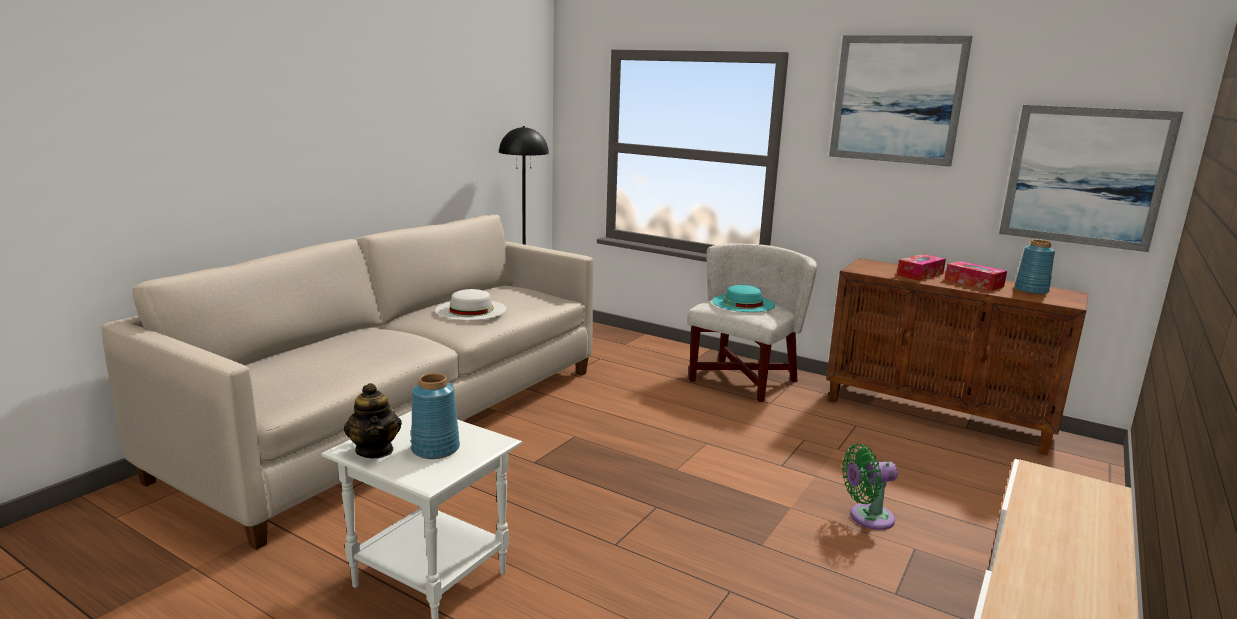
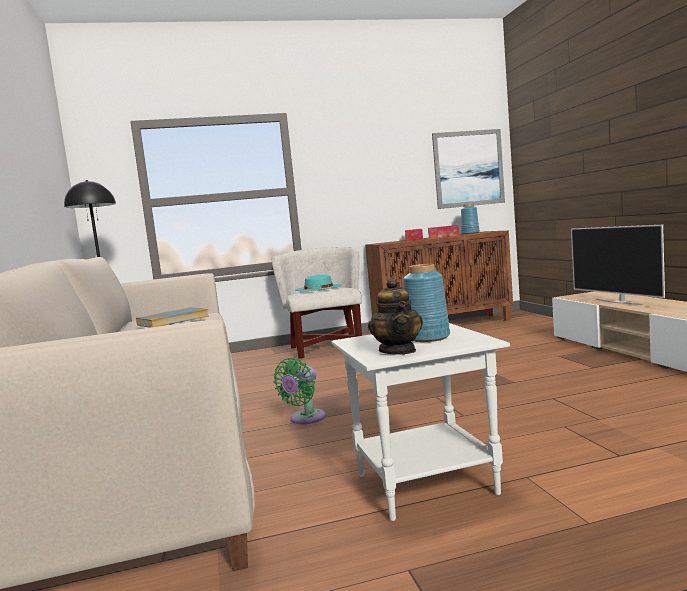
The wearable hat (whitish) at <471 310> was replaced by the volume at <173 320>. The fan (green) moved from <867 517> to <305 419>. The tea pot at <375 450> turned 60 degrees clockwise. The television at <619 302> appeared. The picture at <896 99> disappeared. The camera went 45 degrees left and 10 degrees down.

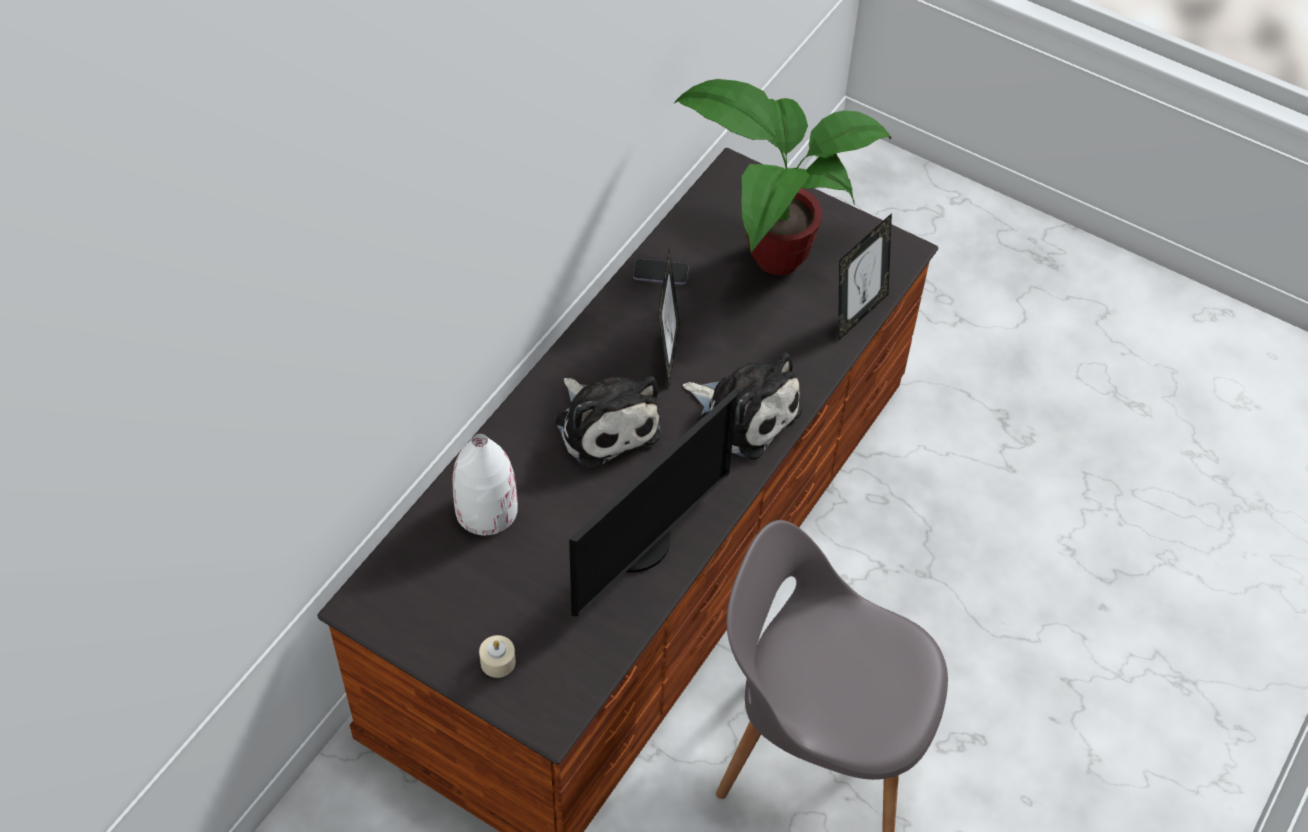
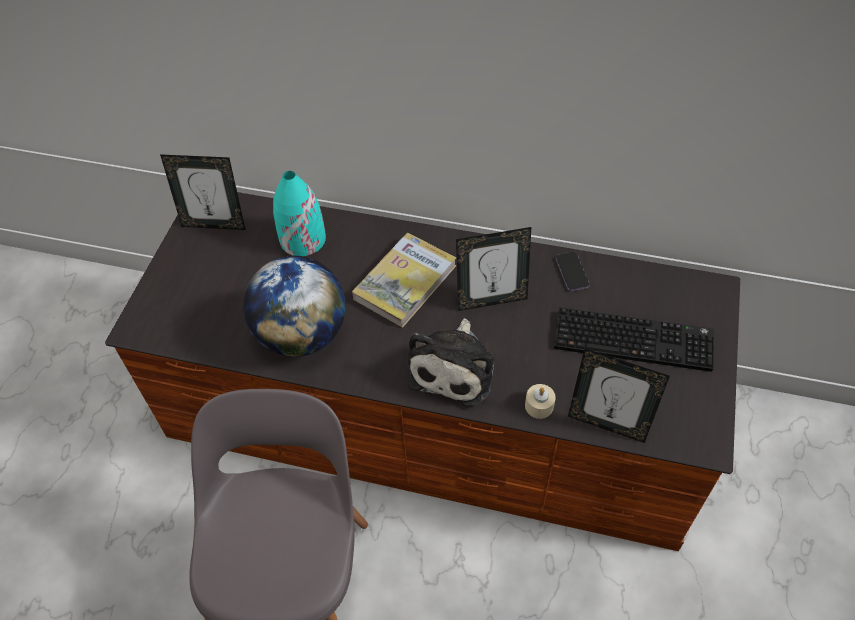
The standing frame at <214 224> appeared. The computer display at <638 544> was replaced by the world globe at <302 334>. The decorative vase (whitish) at <485 510> became the decorative vase (turquoise-coloured) at <302 239>. The soft toy at <605 424> was replaced by the volume at <405 282>. The wax light (sand-coloured) moved from <498 662> to <539 406>. The plant in a pot at <768 255> was replaced by the keyboard at <635 339>. The camera went 75 degrees right and 0 degrees up.

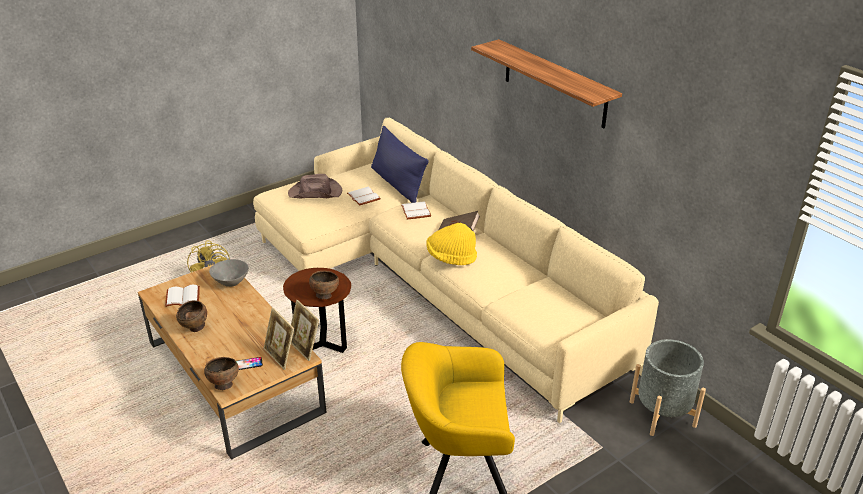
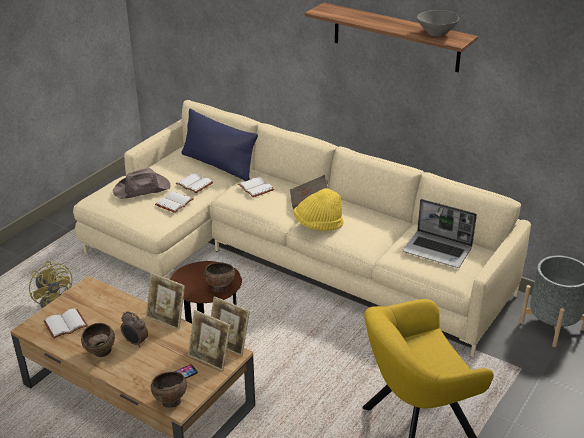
The table clock at <135 342> appeared. The standing frame at <167 319> appeared. The volume (whitish) at <174 202> appeared. The portable computer at <438 250> appeared. The bowl (greyish) moved from <230 282> to <436 33>. The camera went 20 degrees left and 0 degrees up.

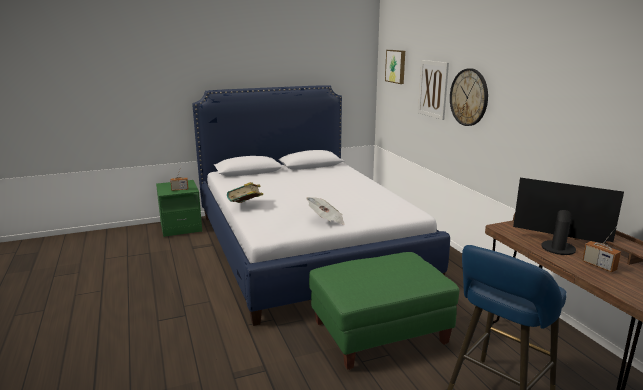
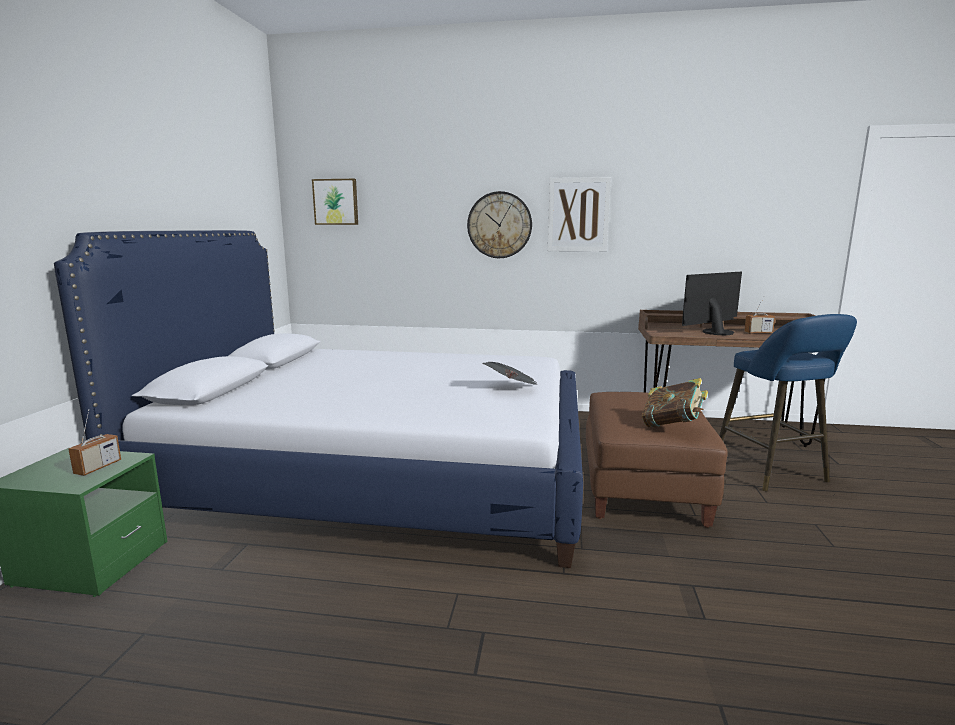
The picture moved from <433 89> to <578 215>. The footrest (green) at <379 333> became the footrest (brown) at <642 490>. The volume moved from <245 206> to <672 426>. The camera went 60 degrees left and 5 degrees down.

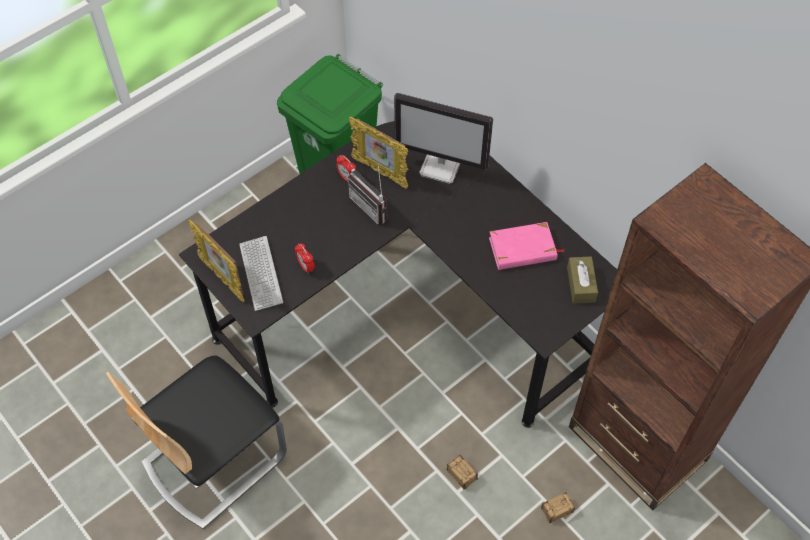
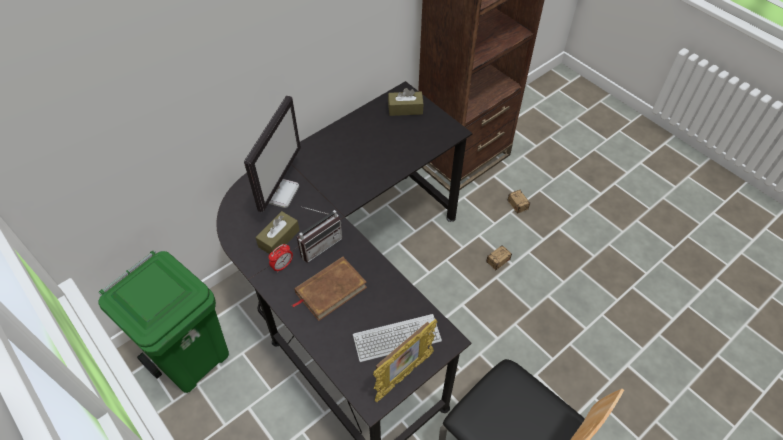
The standing frame at <380 172> was replaced by the box of tissues (brown) at <279 238>. The volume (brown) at <330 290> appeared. The table clock at <305 266> disappeared. The volume (pinkish) at <523 249> disappeared. The camera went 90 degrees left and 5 degrees down.

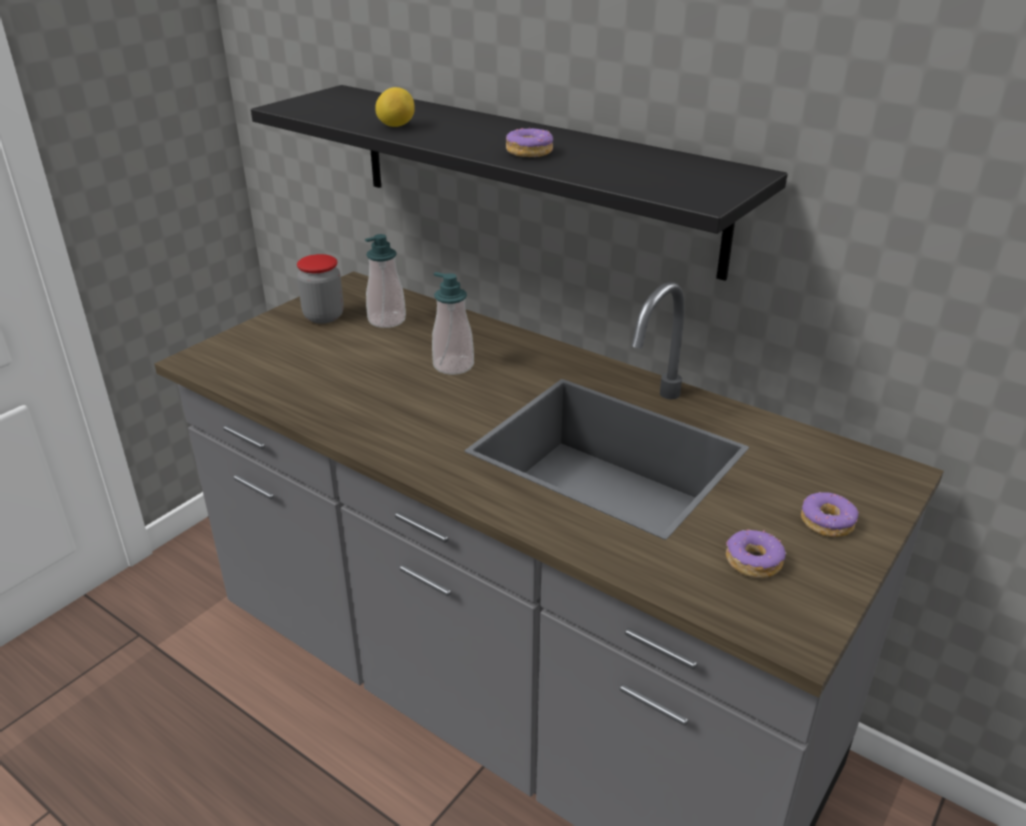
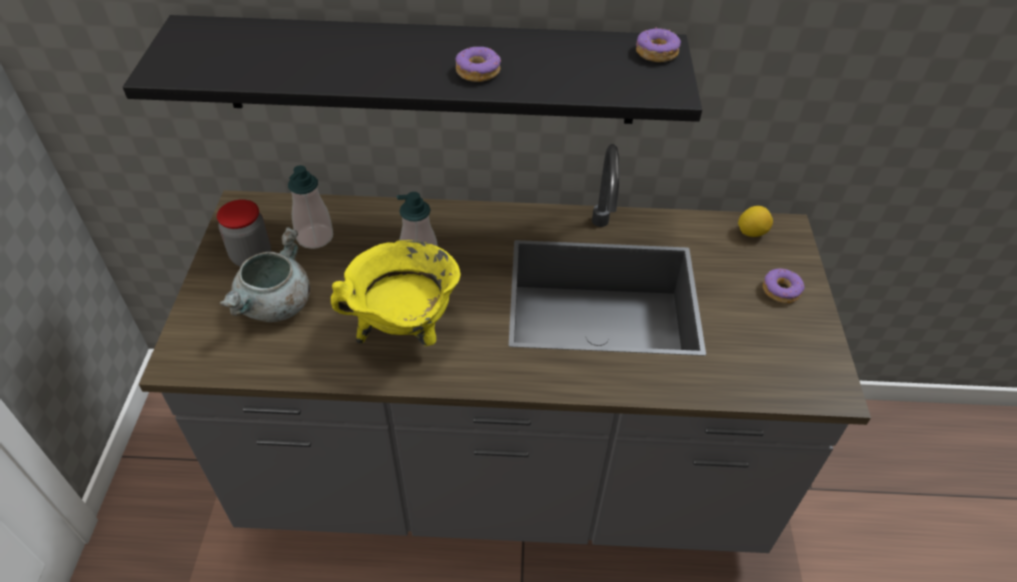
The cooking pot (greyish) at <275 306> appeared. The cooking pot (yellow) at <405 330> appeared. The doughnut moved from <753 561> to <656 53>. The lemon moved from <396 126> to <751 232>. The camera went 35 degrees left and 15 degrees up.

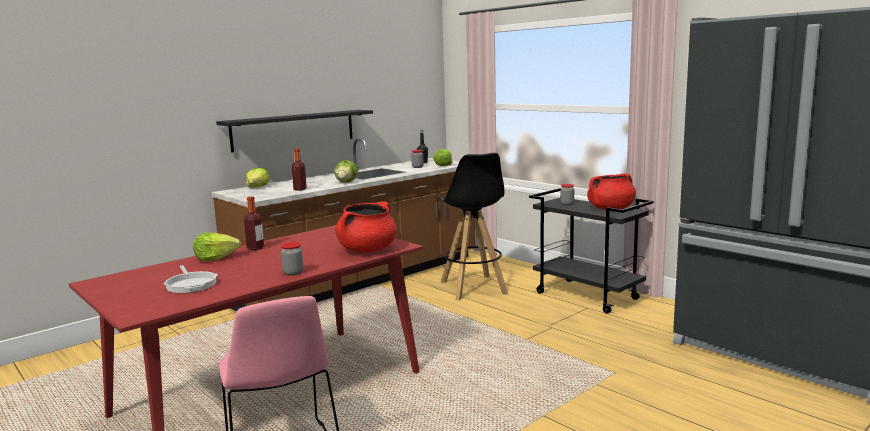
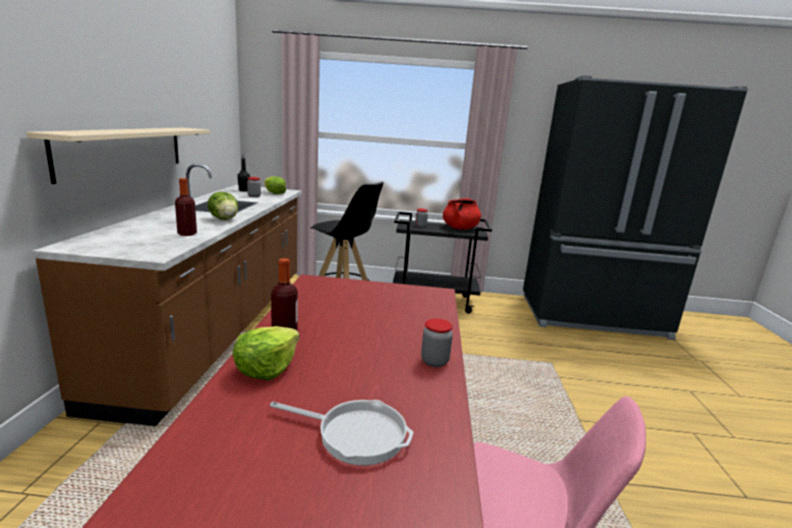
The bracket shelf (black) at <294 130> became the bracket shelf (sand-coloured) at <124 150>. The head of lettuce at <257 187> disappeared. The cooking pot (red) at <367 250> disappeared. The camera went 45 degrees left and 5 degrees up.

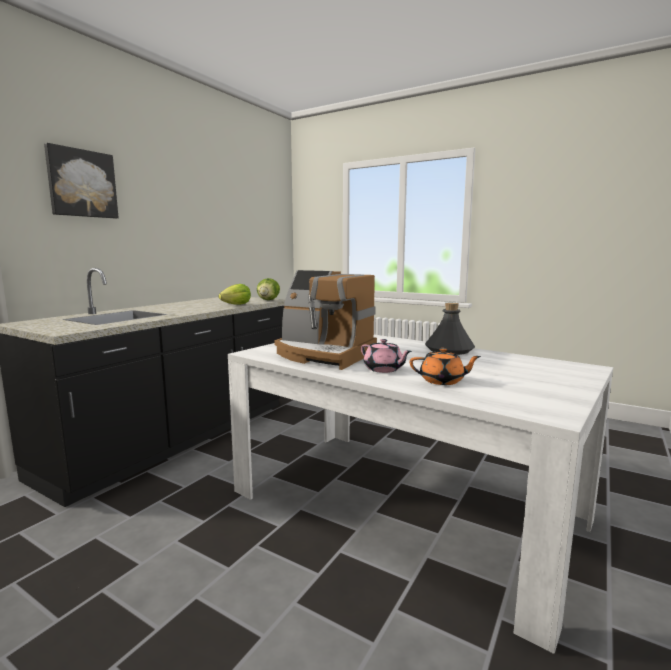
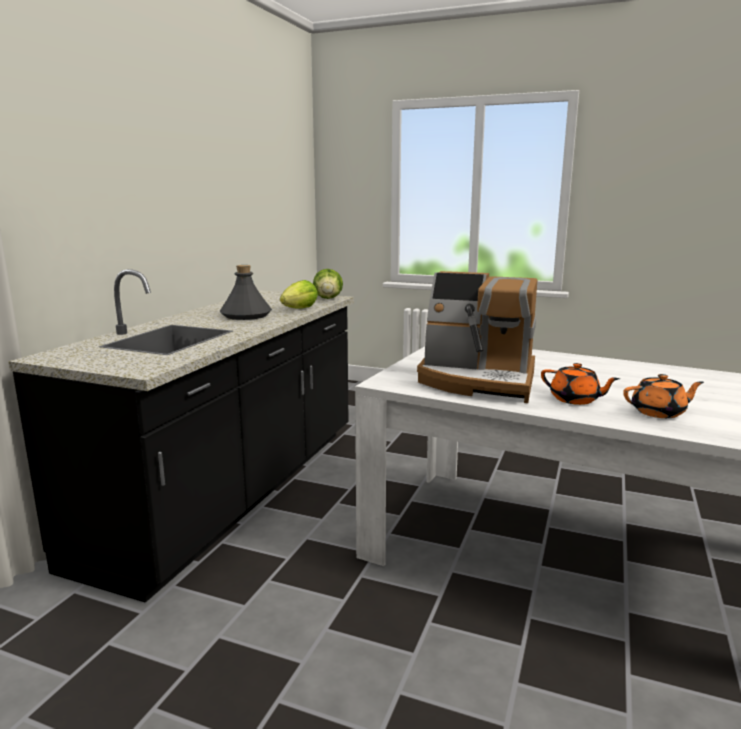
The bottle (greyish) moved from <449 350> to <246 315>. The tea pot (pinkish) at <383 369> became the tea pot (orange-coloured) at <575 400>. The picture at <81 183> disappeared. The camera went 10 degrees left and 5 degrees up.

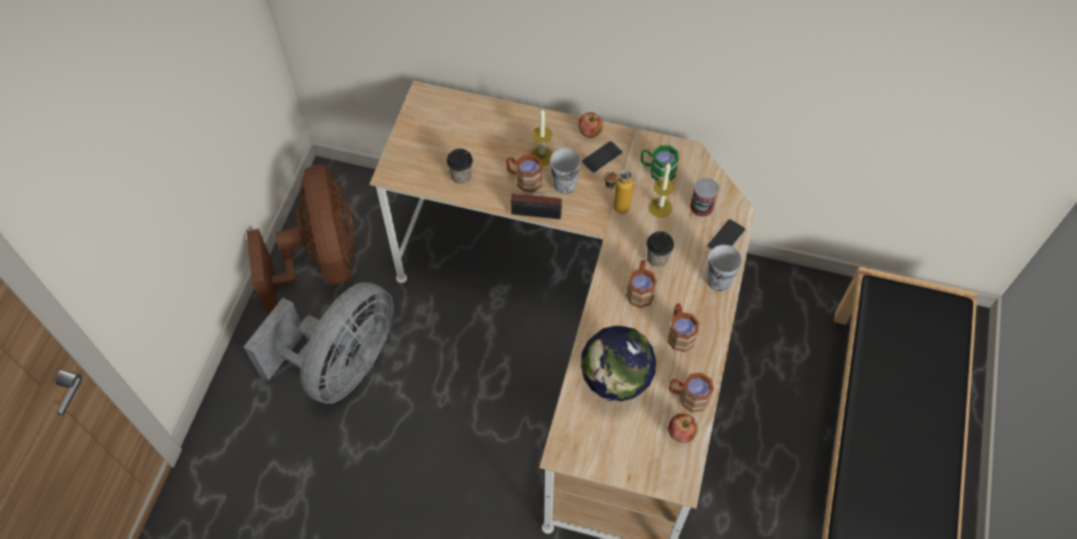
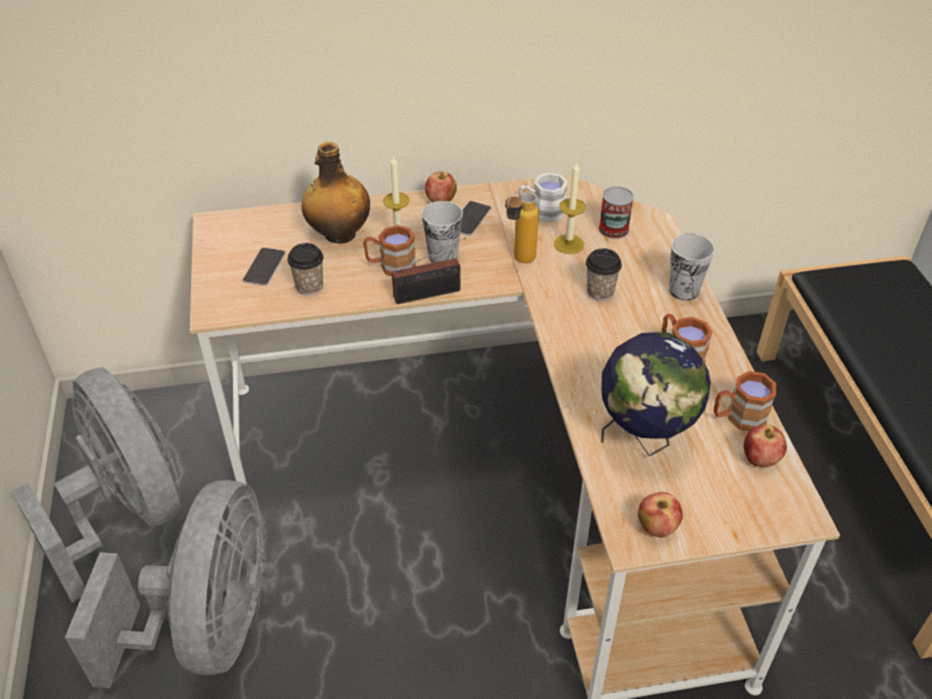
The fan (brown) at <323 262> became the fan (greyish) at <128 513>. The telephone moved from <726 238> to <264 267>. The bottle at <339 235> appeared. The mug (green) at <657 171> became the mug (whitish) at <541 212>. The whole apple at <656 527> appeared. The mug (brown) at <640 290> disappeared. The camera went 25 degrees left and 15 degrees down.

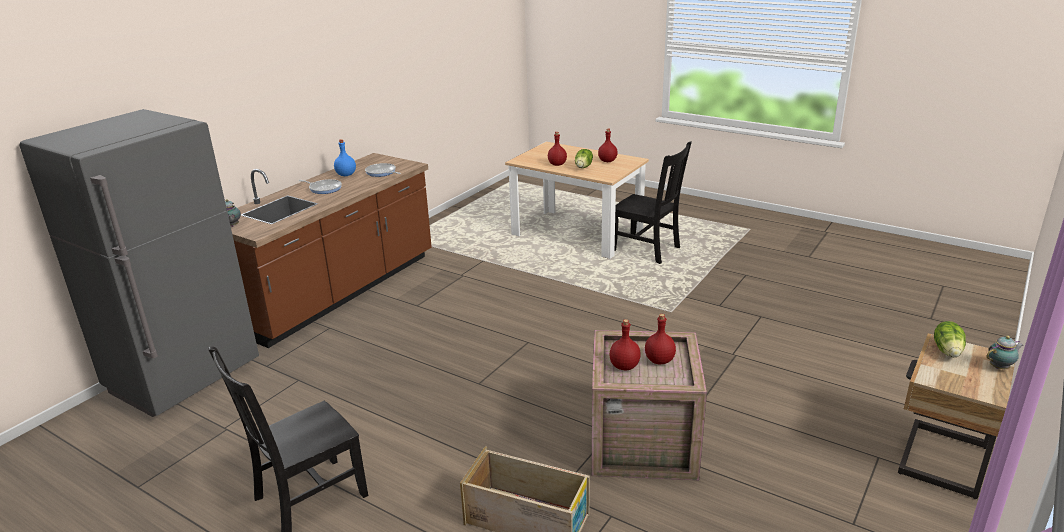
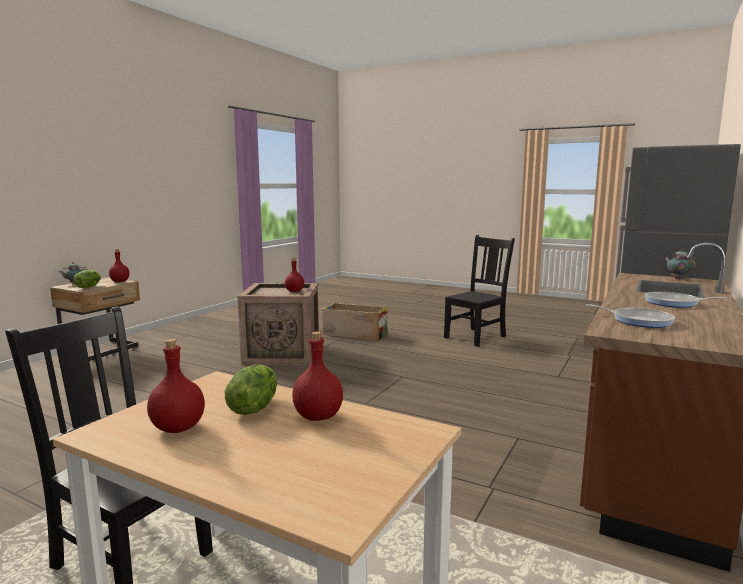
The bottle (red) moved from <659 360> to <120 281>. The bottle (blue) at <345 175> disappeared. The camera went 175 degrees right and 15 degrees down.

